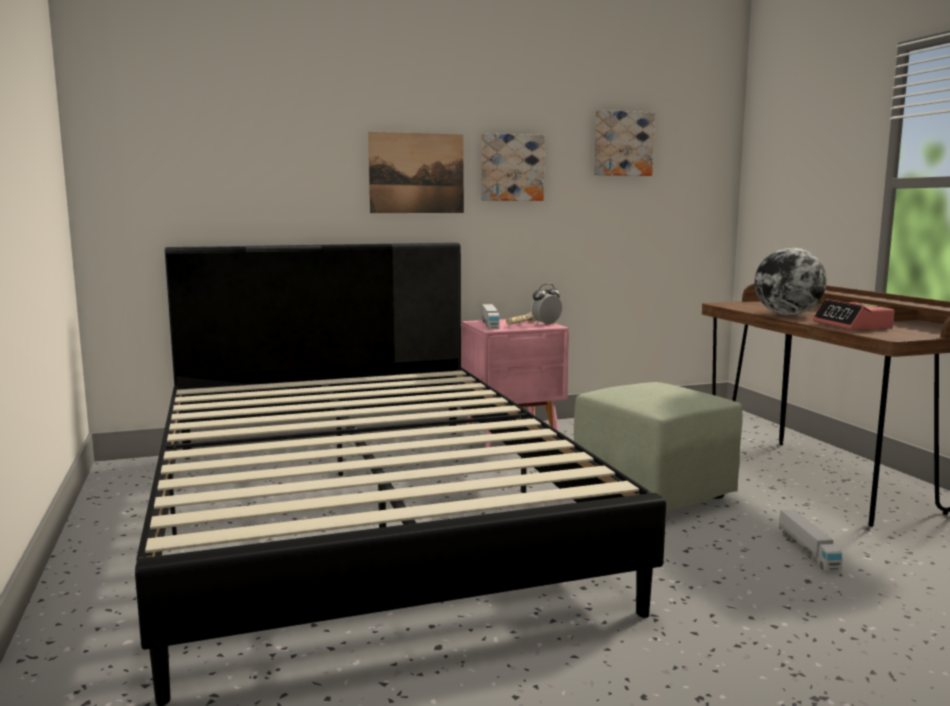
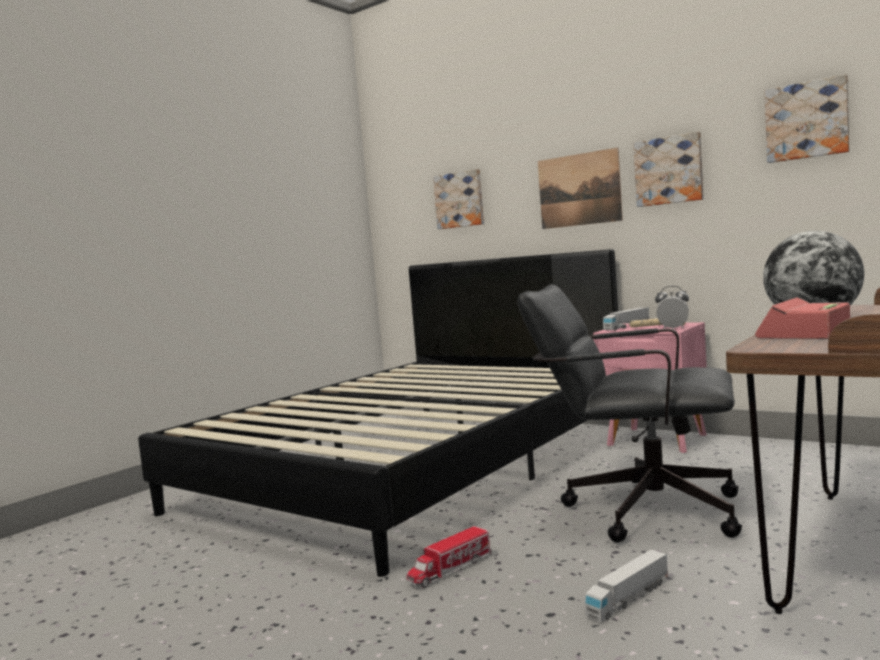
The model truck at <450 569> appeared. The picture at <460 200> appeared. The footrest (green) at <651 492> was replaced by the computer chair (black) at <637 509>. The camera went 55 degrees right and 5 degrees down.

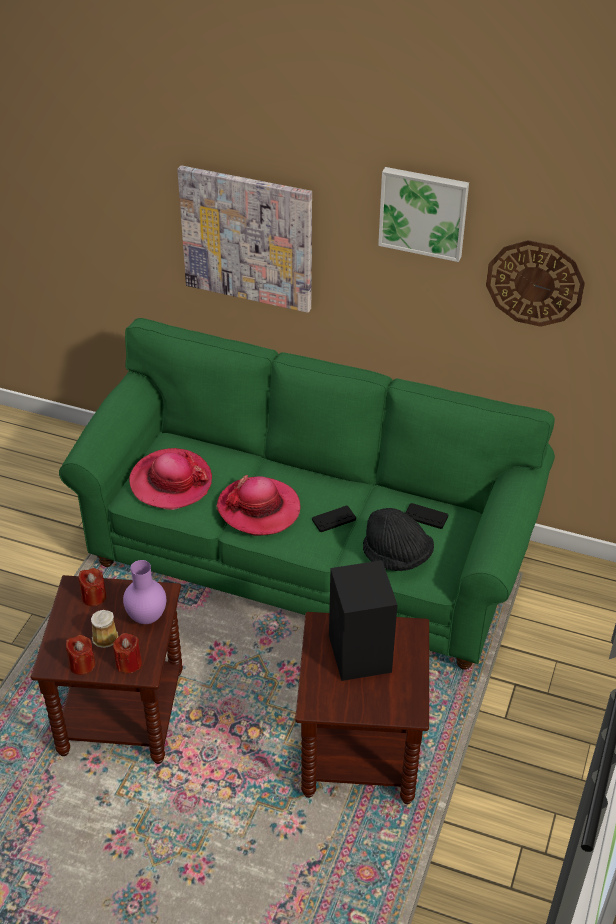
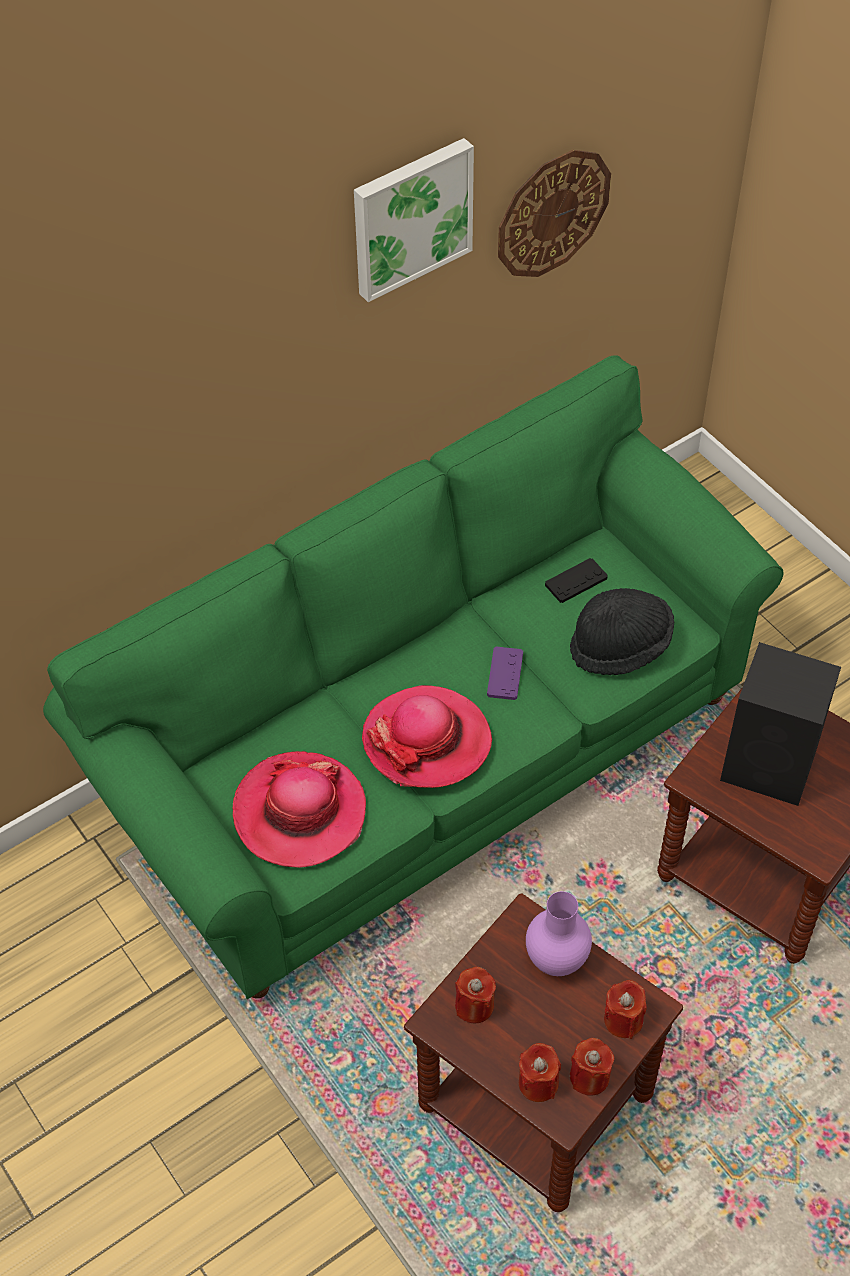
The gamepad (black) at <334 519> became the gamepad (purple) at <505 674>. The wax light (red) at <538 1083> appeared. The mug at <104 636> disappeared. The picture at <247 238> disappeared. The camera went 55 degrees left and 10 degrees up.

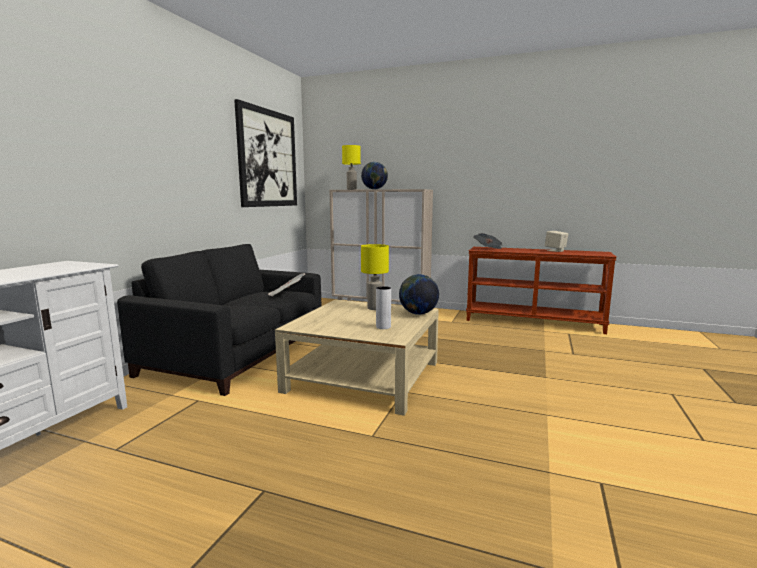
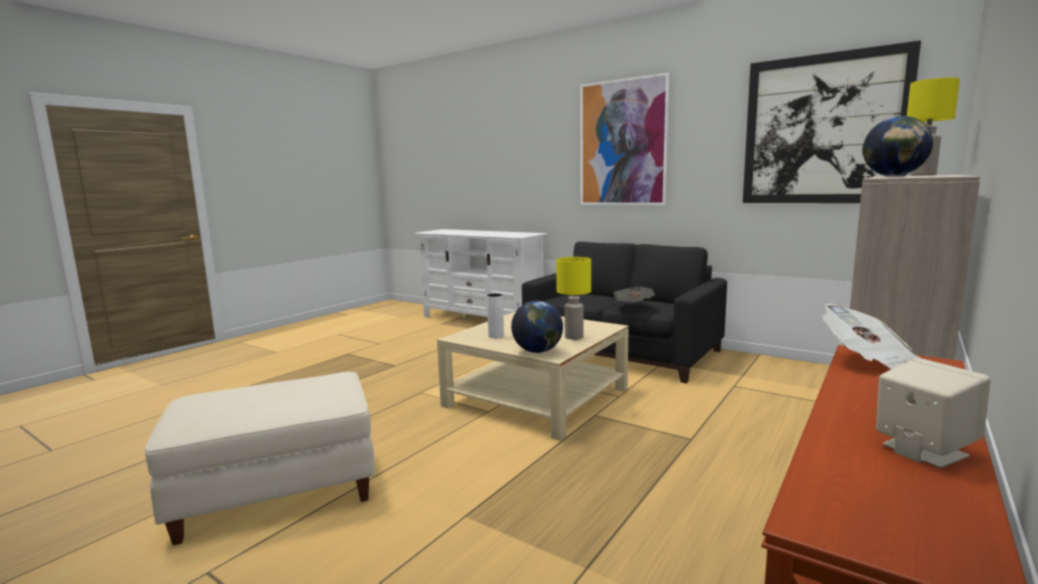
The footrest (sand-coloured) at <278 494> appeared. The picture at <623 143> appeared. The camera went 105 degrees right and 0 degrees up.

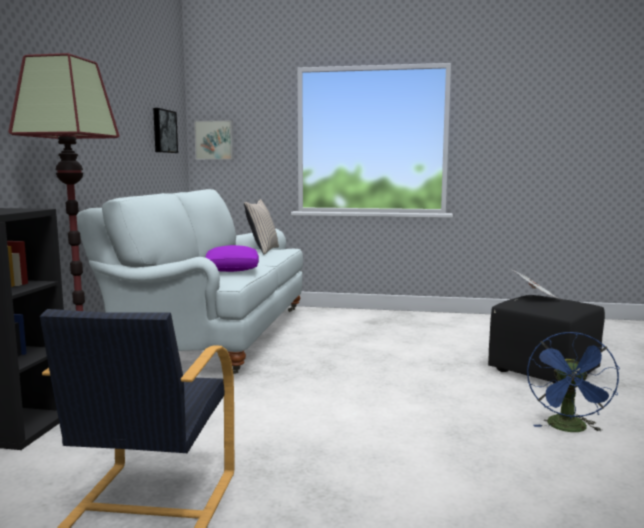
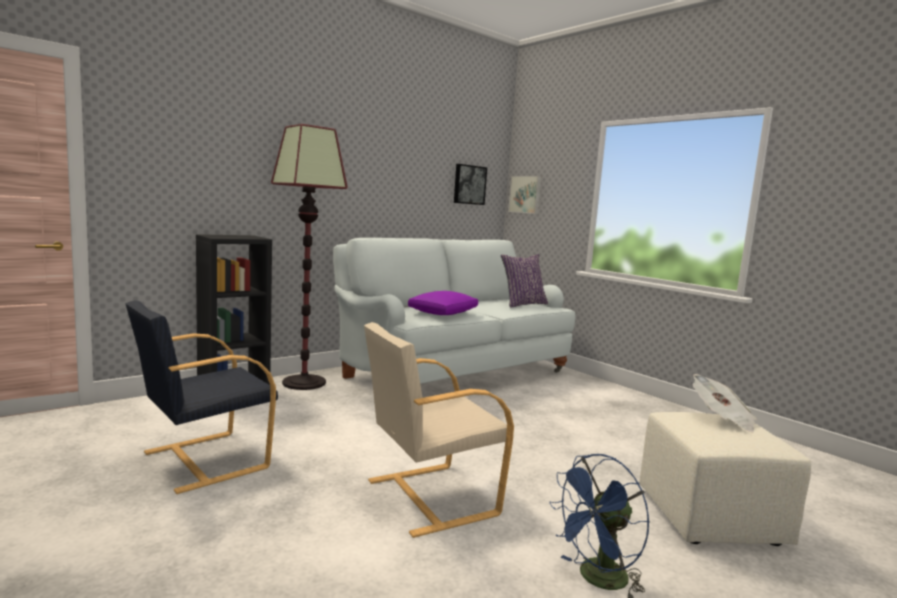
The armchair (sand-coloured) at <429 497> appeared. The cushion (sand-coloured) at <262 250> became the cushion (purple) at <522 304>. The footrest (black) at <542 371> became the footrest (sand-coloured) at <708 517>. The camera went 40 degrees right and 0 degrees up.

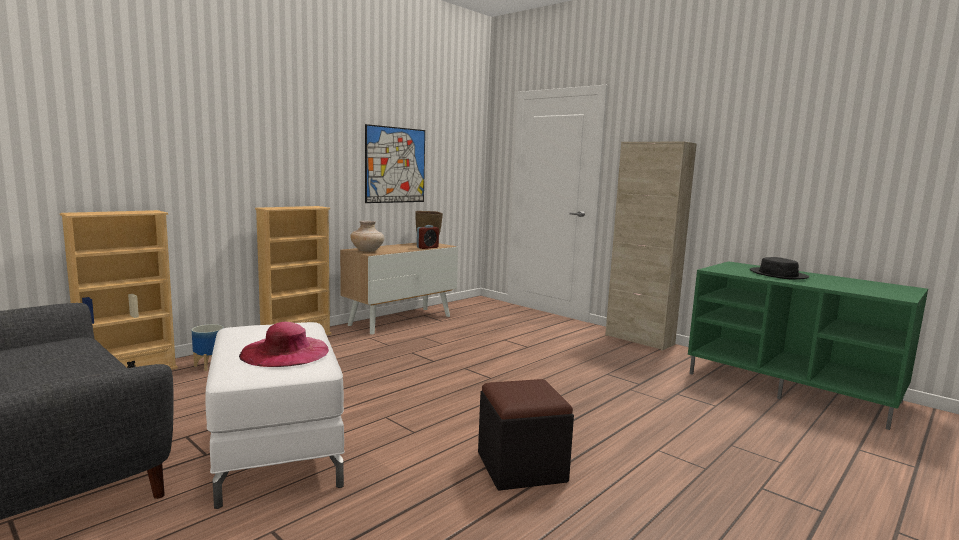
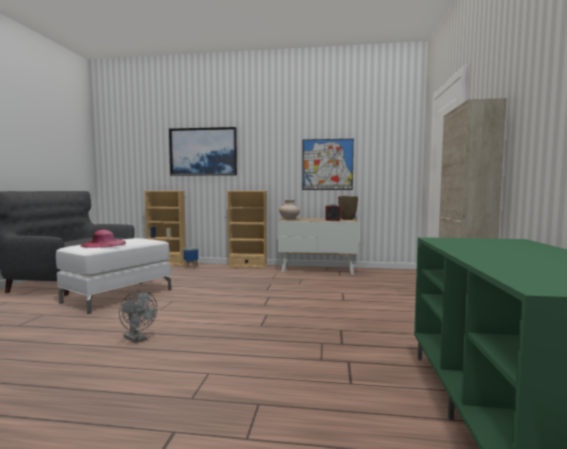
The footrest (black) at <521 467> was replaced by the fan (greyish) at <138 339>. The picture at <203 152> appeared. The wearable hat (black) at <778 275> disappeared. The camera went 55 degrees right and 5 degrees down.

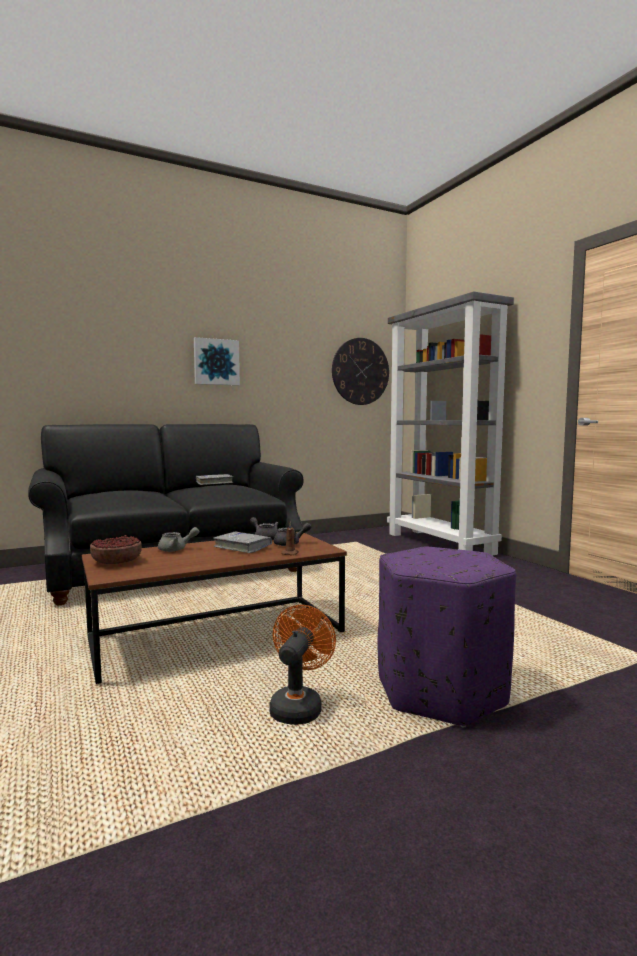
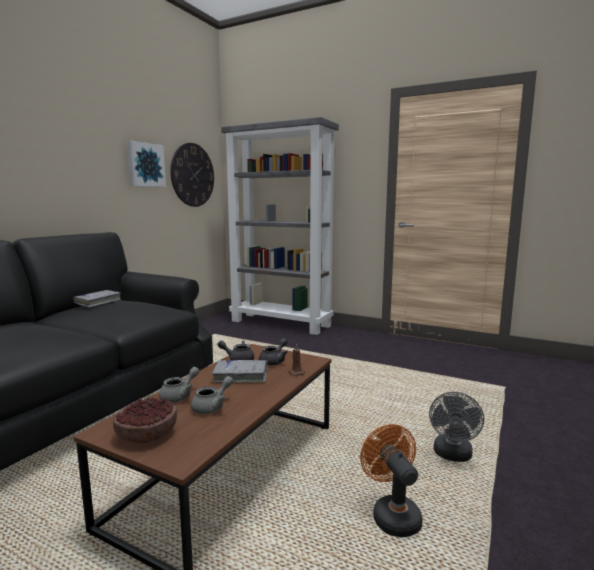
The picture moved from <216 362> to <145 165>. The tea pot (greyish) at <212 407> appeared. The footrest (purple) at <441 691> was replaced by the fan (greyish) at <452 455>. The camera went 35 degrees left and 5 degrees up.

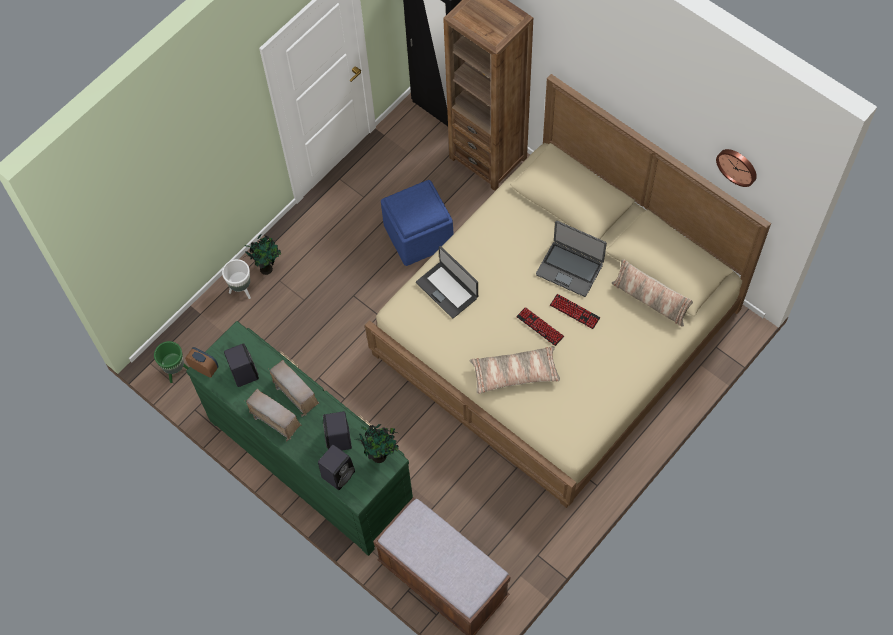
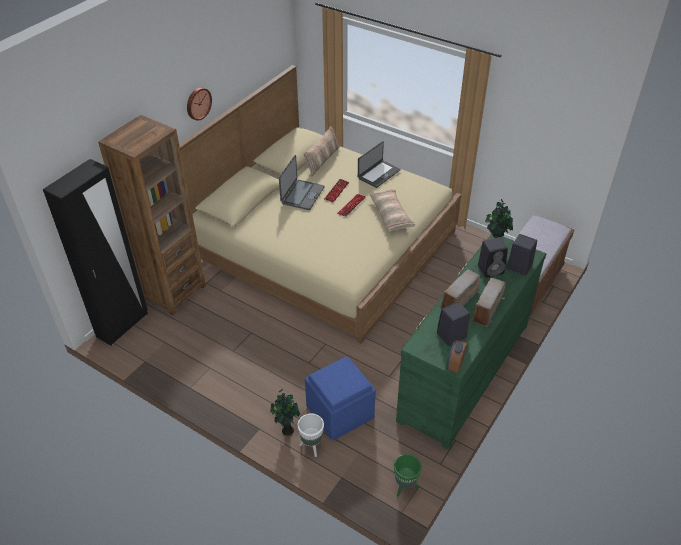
The hanging clock moved from <737 166> to <198 103>. The footrest (blue) moved from <418 236> to <340 412>. The portable computer moved from <447 289> to <378 174>. The camera went 100 degrees left and 20 degrees down.

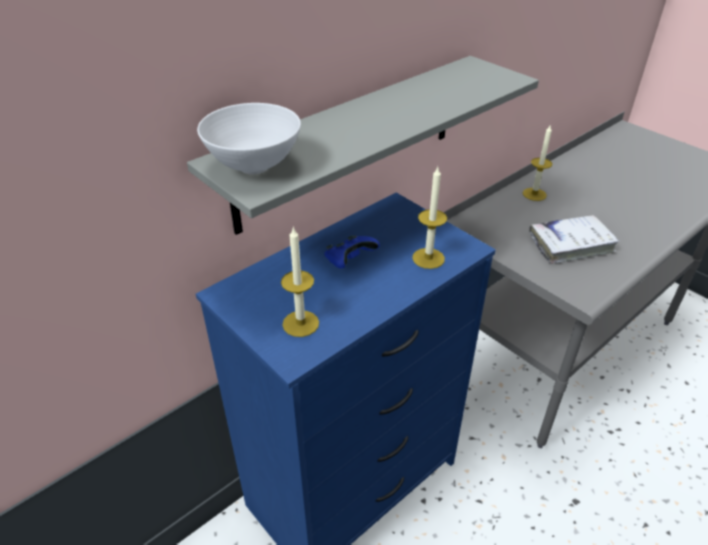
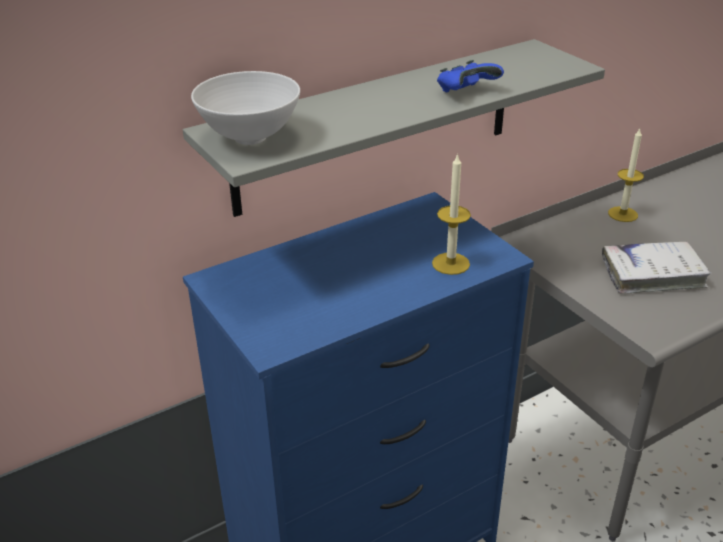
The gamepad (blue) moved from <349 261> to <466 92>. The wax light at <300 323> disappeared. The camera went 10 degrees right and 5 degrees down.

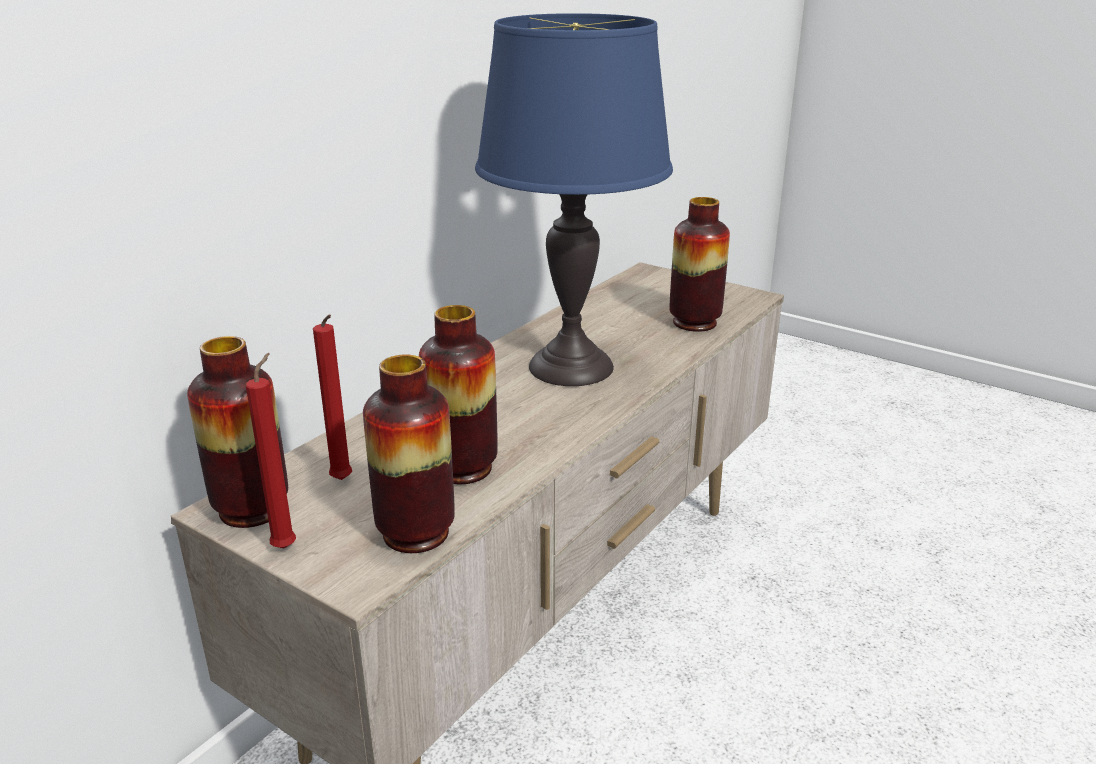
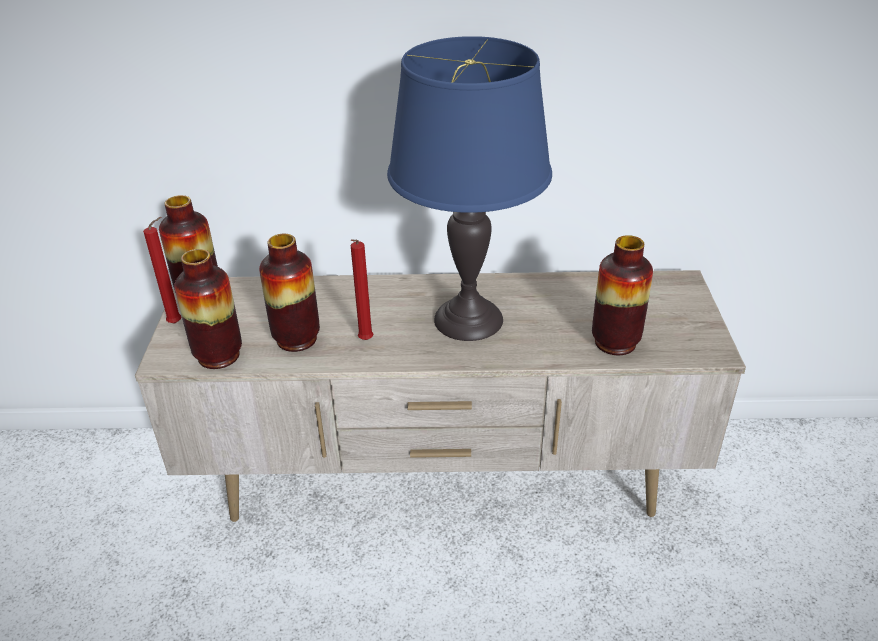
The wax light (red) moved from <343 481> to <364 341>. The camera went 55 degrees right and 10 degrees up.

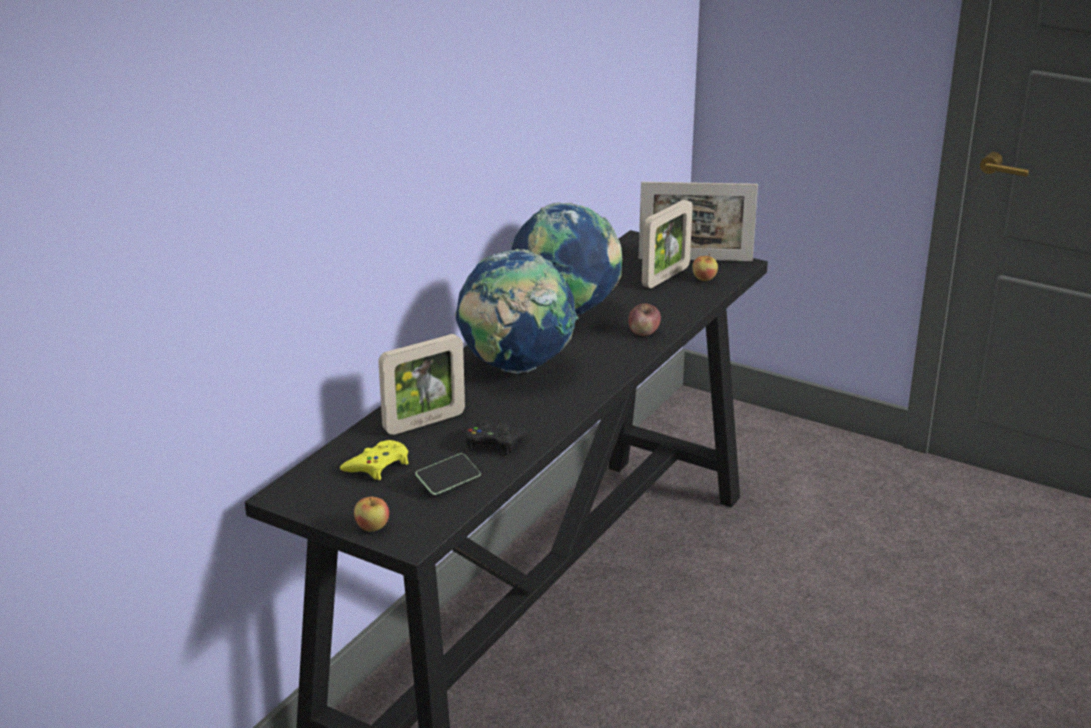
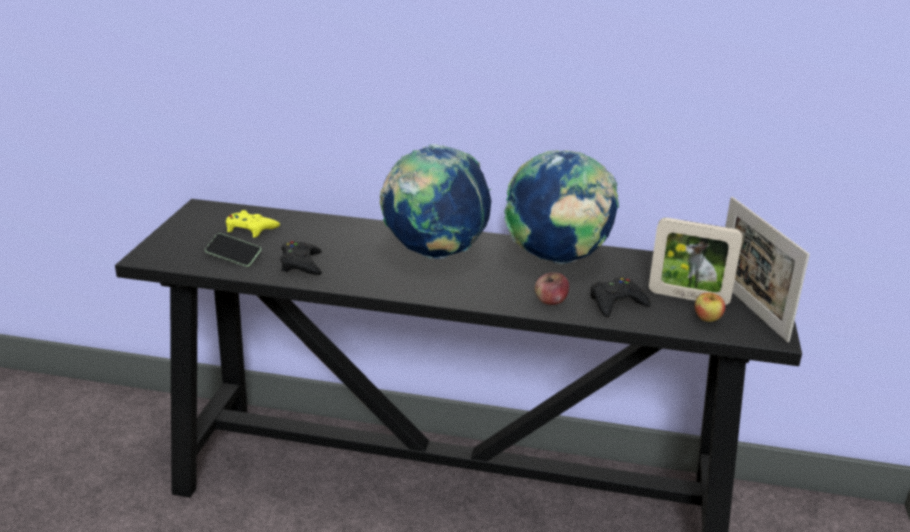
The gamepad (black) at <616 302> appeared. The whole apple at <372 527> disappeared. The standing frame at <424 422> disappeared. The camera went 70 degrees right and 0 degrees up.

